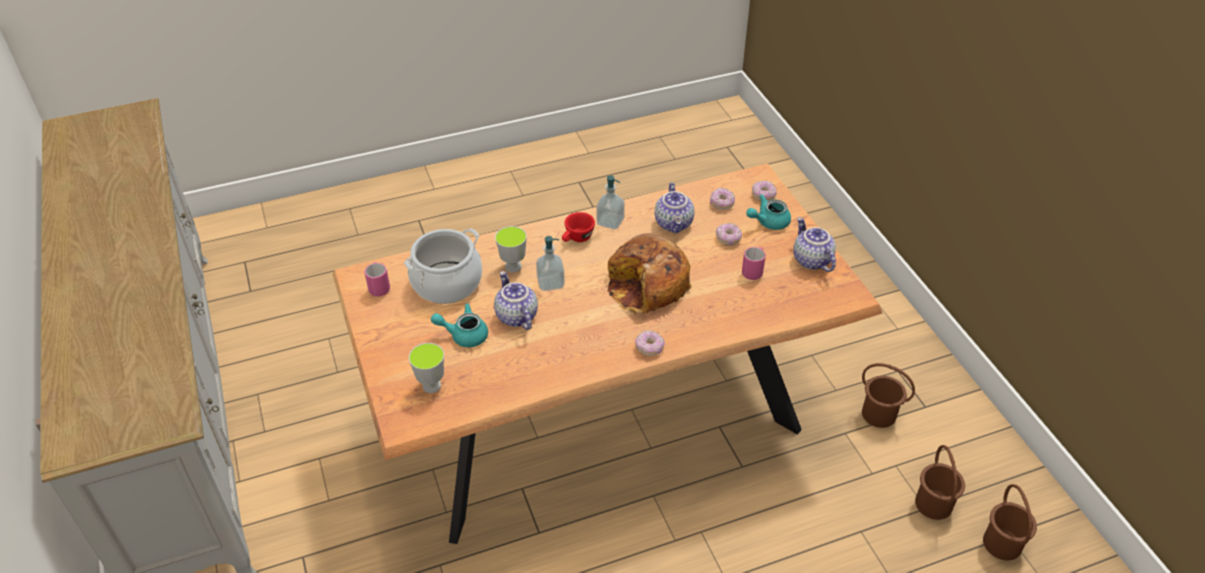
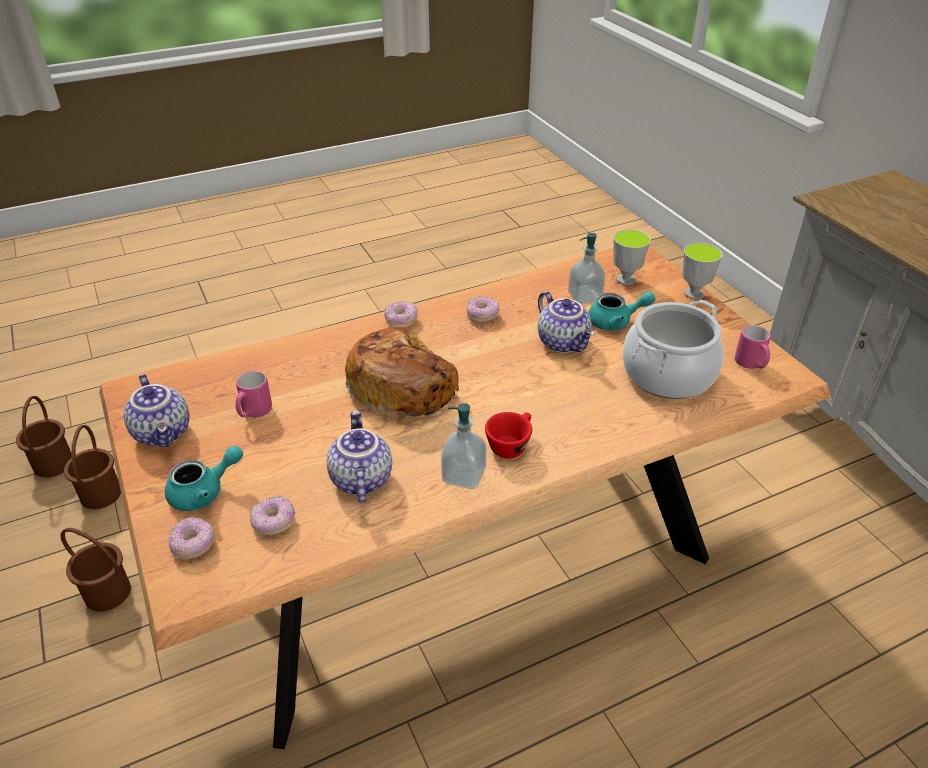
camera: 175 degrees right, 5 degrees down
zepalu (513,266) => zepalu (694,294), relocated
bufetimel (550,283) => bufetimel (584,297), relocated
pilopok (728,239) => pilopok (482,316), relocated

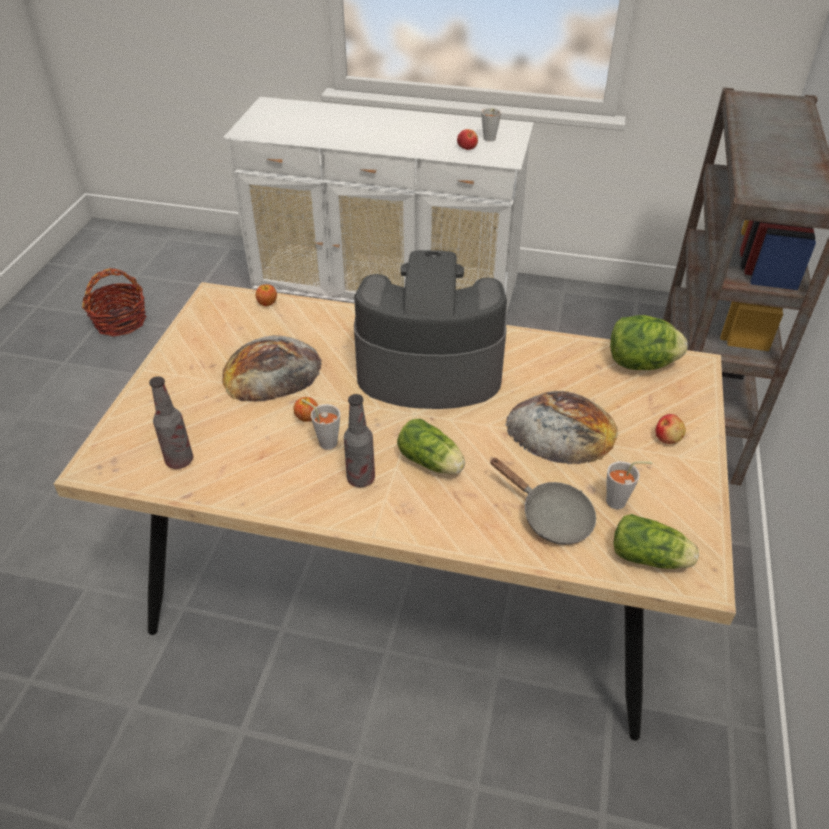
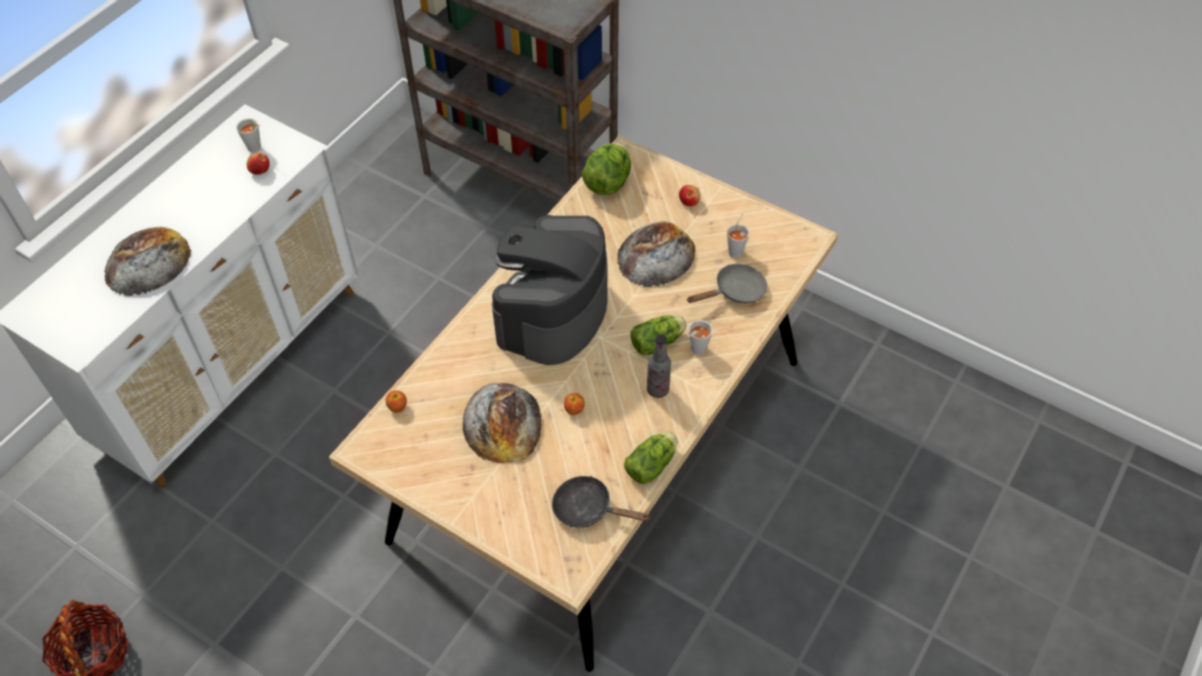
camera: 70 degrees left, 10 degrees up
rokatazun (179,460) => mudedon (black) (588,509)
zepalu (grey) (324,441) => zepalu (grey) (695,351), relocated
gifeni (651,558) => gifeni (653,463), relocated
nothing => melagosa (147,262)

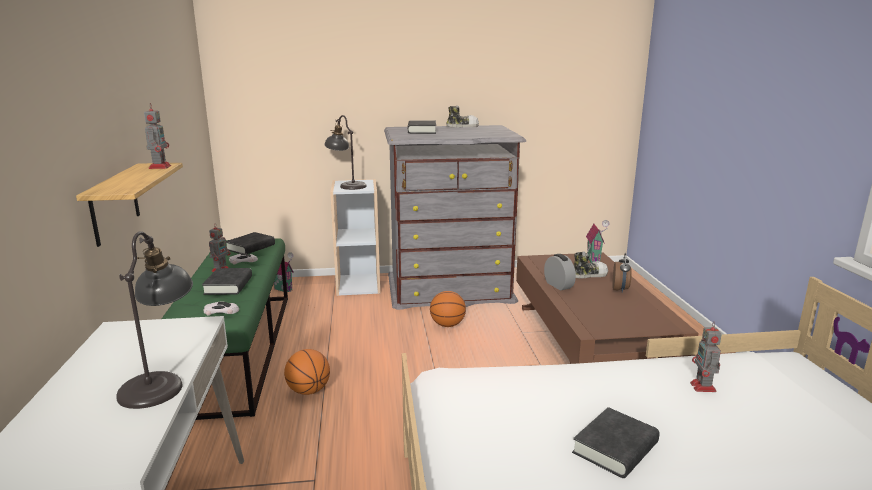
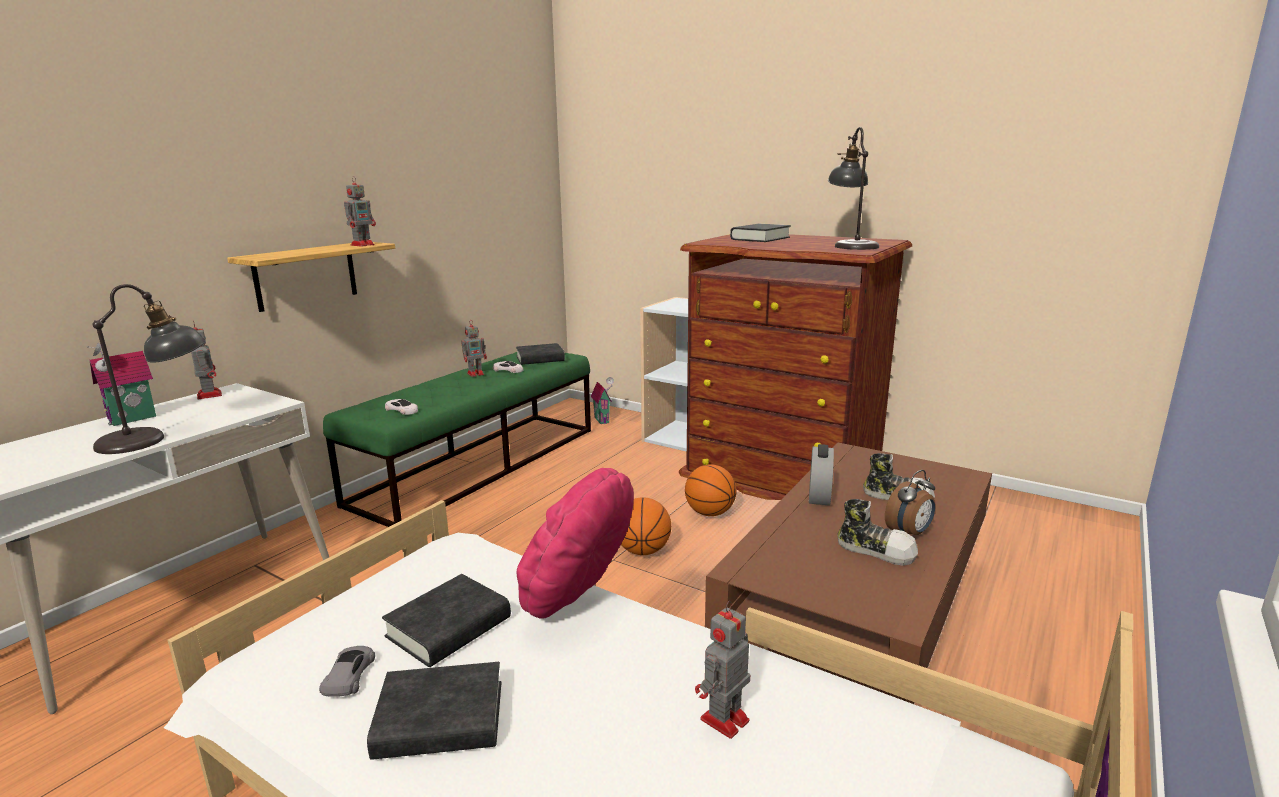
camera: 40 degrees right, 0 degrees up
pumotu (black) (228,285) => pumotu (black) (449,627), relocated
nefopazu (308,391) => nefopazu (643,551), relocated
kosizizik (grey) (346,184) => kosizizik (grey) (849,244), relocated
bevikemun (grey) (450,287) => bevikemun (brown) (784,470)
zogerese (462,126) => zogerese (876,550), relocated
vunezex (594,260) => vunezex (133,420), relocated
nothing => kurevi (209,395)
nothing => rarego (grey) (349,675)
nothing => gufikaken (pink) (582,602)

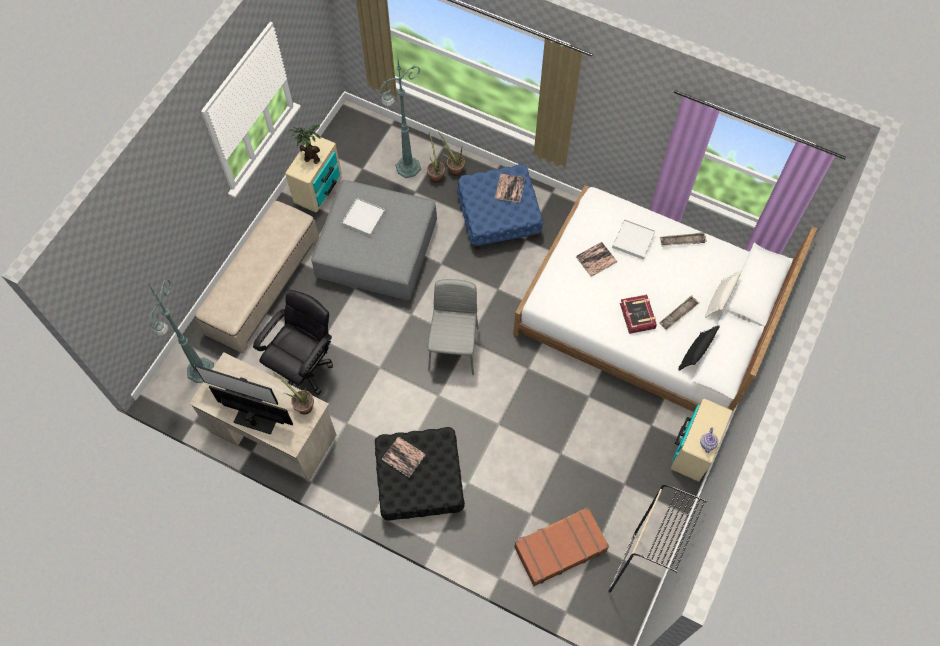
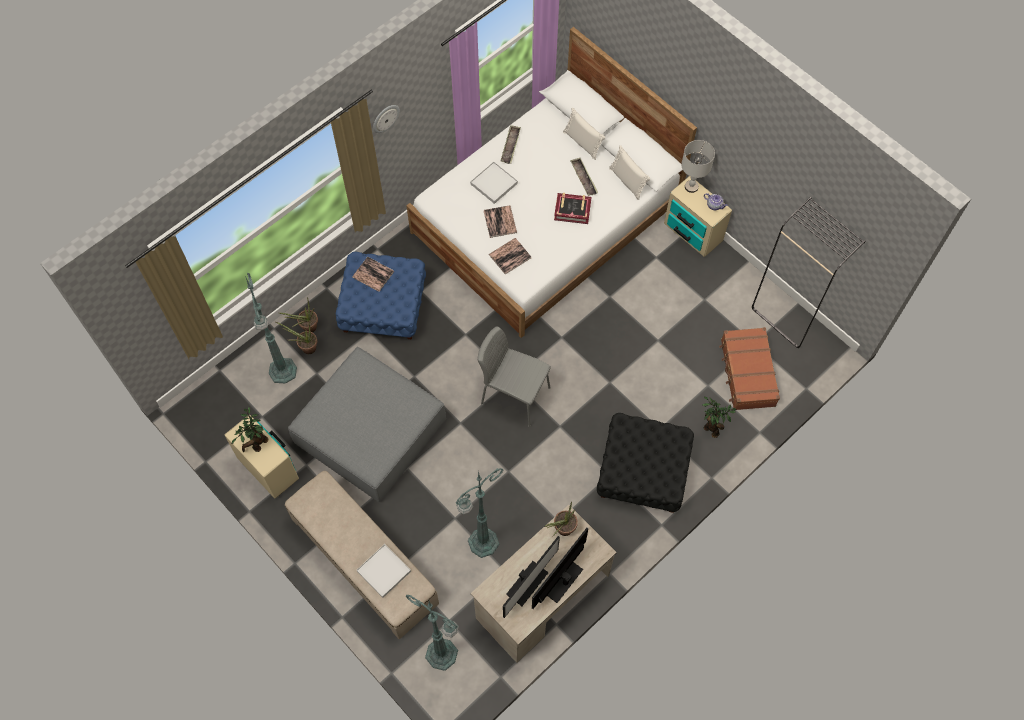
camera: 70 degrees left, 0 degrees up
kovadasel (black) (306,368) => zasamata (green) (481,543)
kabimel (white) (364,218) => kabimel (white) (384,571), relocated
pumotu (403,457) => pumotu (510,256), relocated
gufikaken (black) (695,354) => gufikaken (white) (627,181)
nothing => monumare (385,118)
nothing => kosizizik (grey) (691,187)
nothing => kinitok (710,428)

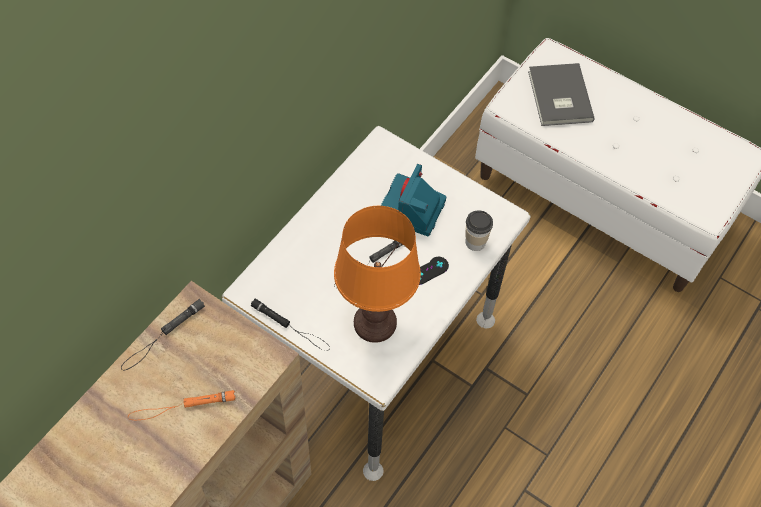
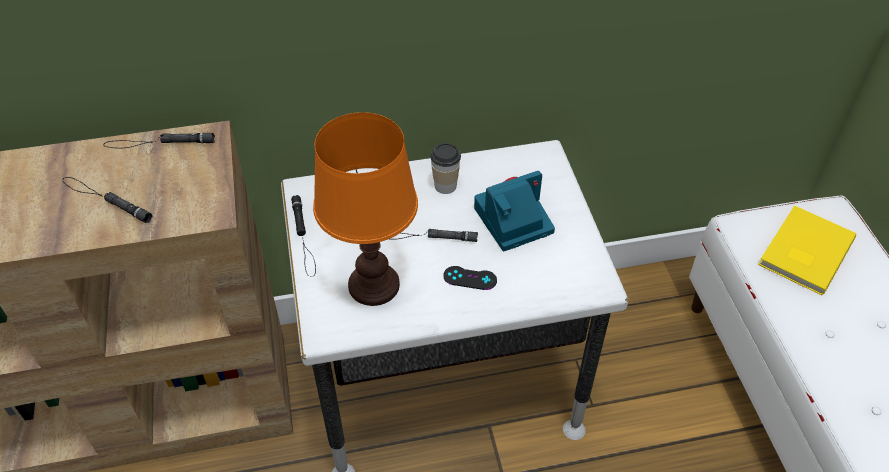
camera: 45 degrees right, 10 degrees down
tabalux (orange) (182,407) => tabalux (black) (106,200)
zepalu (475,242) => zepalu (445,185), relocated
pumotu (grey) (558,97) => pumotu (yellow) (803,251)

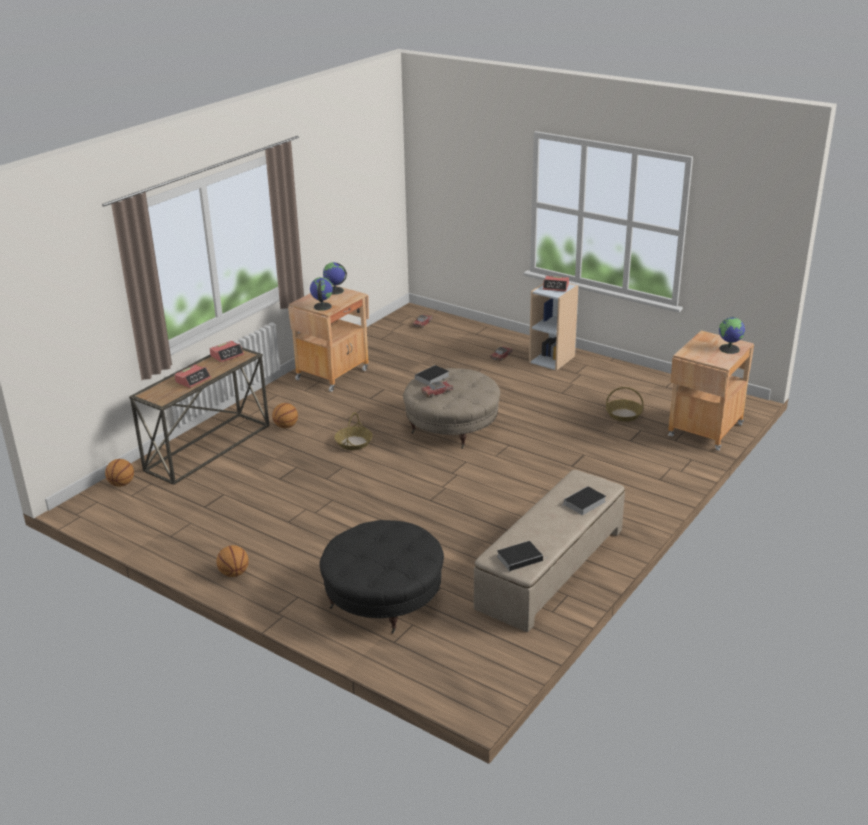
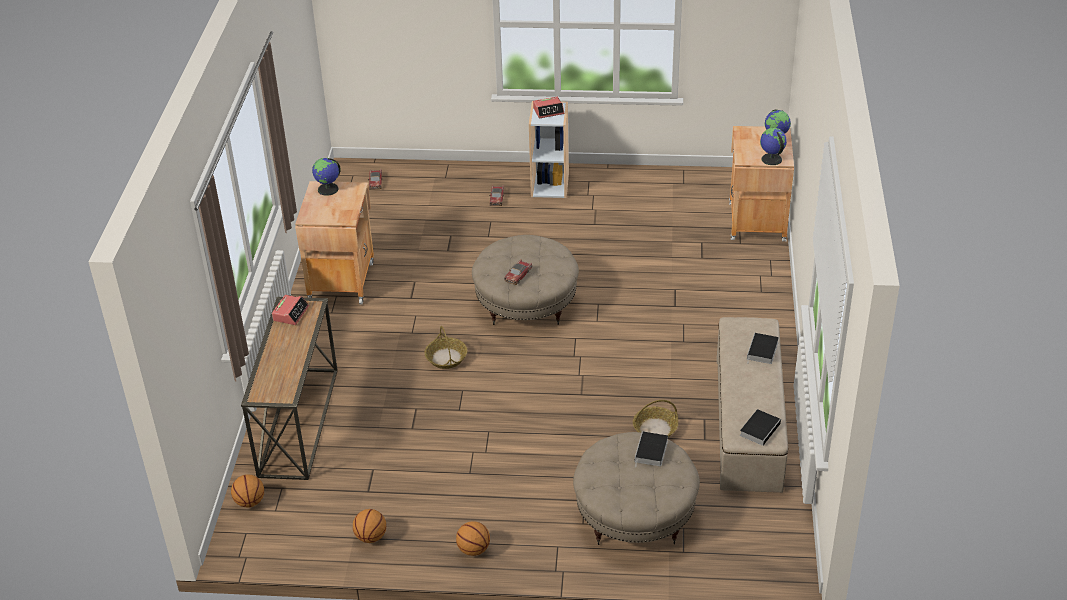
camera: 30 degrees left, 10 degrees up
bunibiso (193,380) => nothing
nefopazu (286,426) => nefopazu (371,537), relocated
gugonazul (322,306) => gugonazul (771,159), relocated
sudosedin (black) (383,598) => sudosedin (beige) (635,514)
pumotu (431,378) => pumotu (651,452), relocated
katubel (624,414) => katubel (655,428), relocated

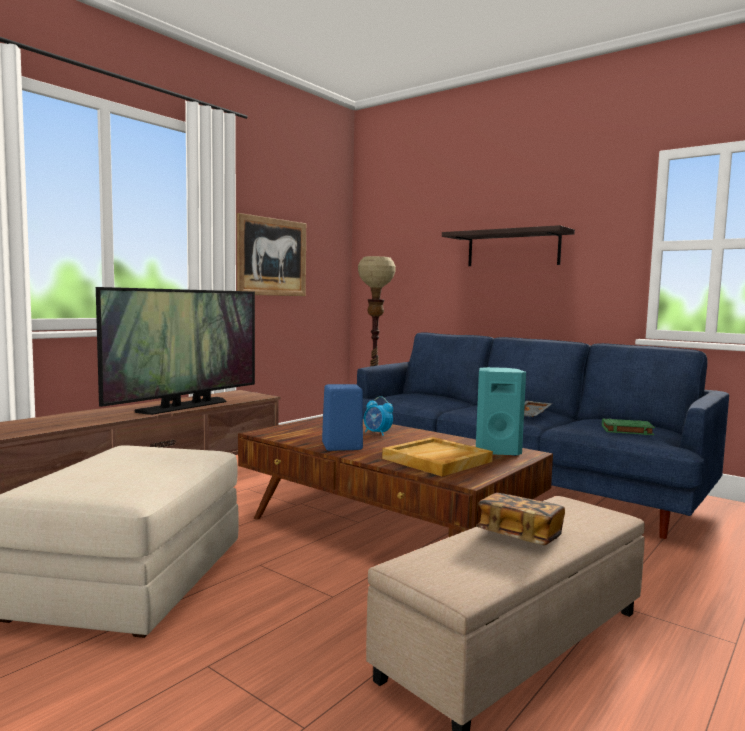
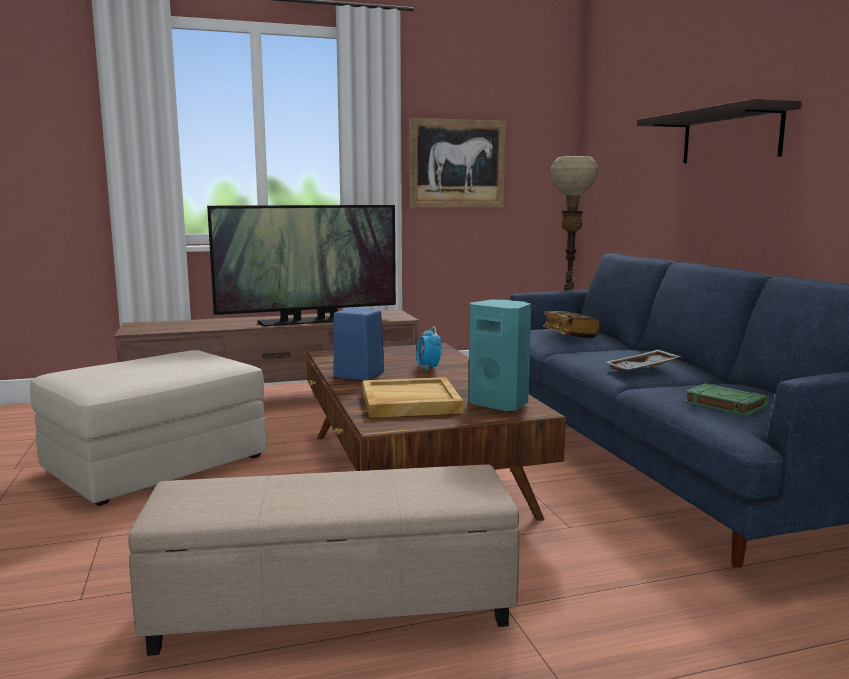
camera: 35 degrees right, 5 degrees up
pumotu (519,536) => pumotu (569,335), relocated

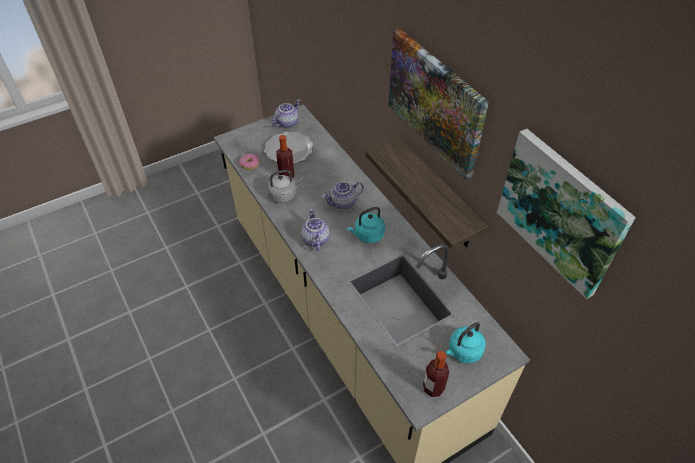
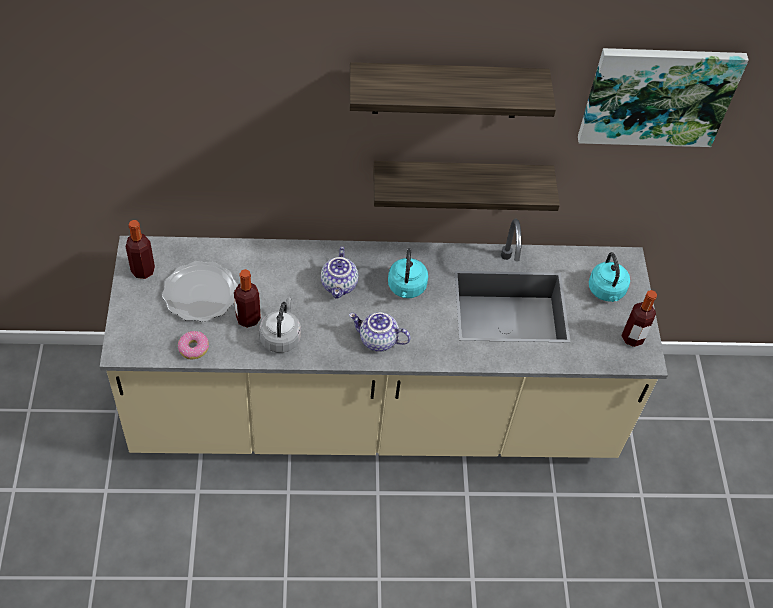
camera: 65 degrees left, 5 degrees up
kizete (287,122) => rokatazun (143,270)
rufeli (436,102) => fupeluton (446,90)

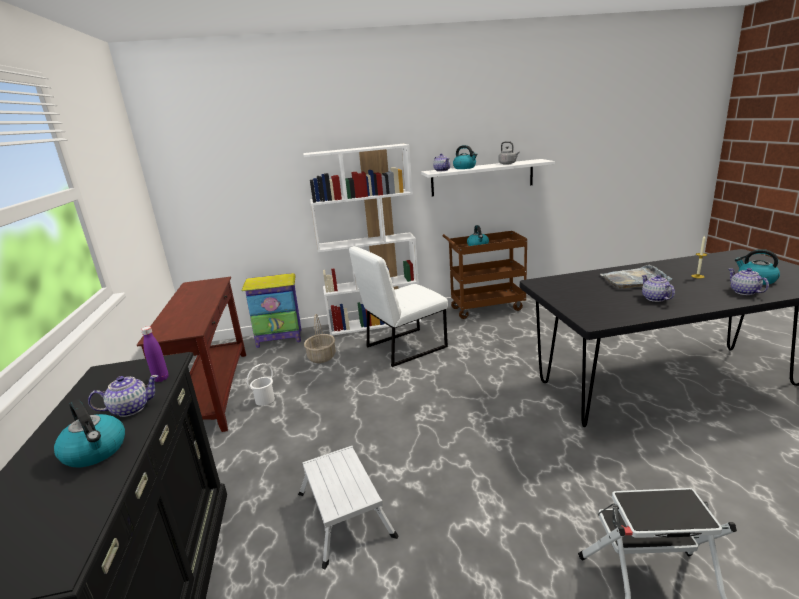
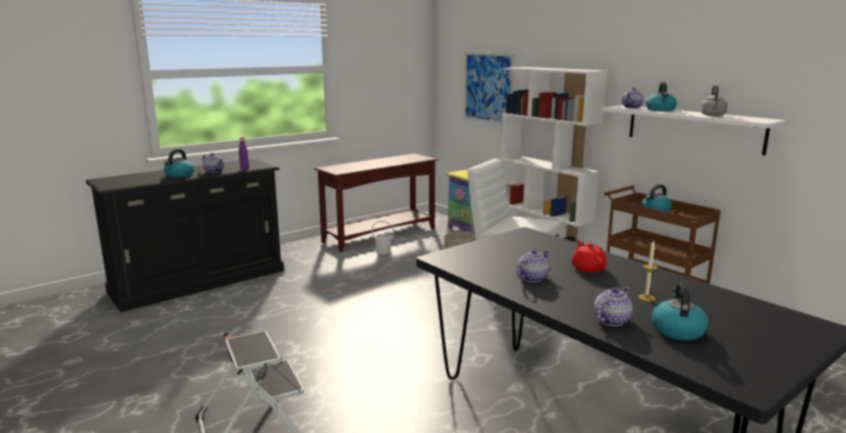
camera: 60 degrees right, 5 degrees down
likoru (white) (345,514) => nothing
kabimel (grey) (634,280) => kizete (red) (588,268)
nothing => rufeli (488,87)

